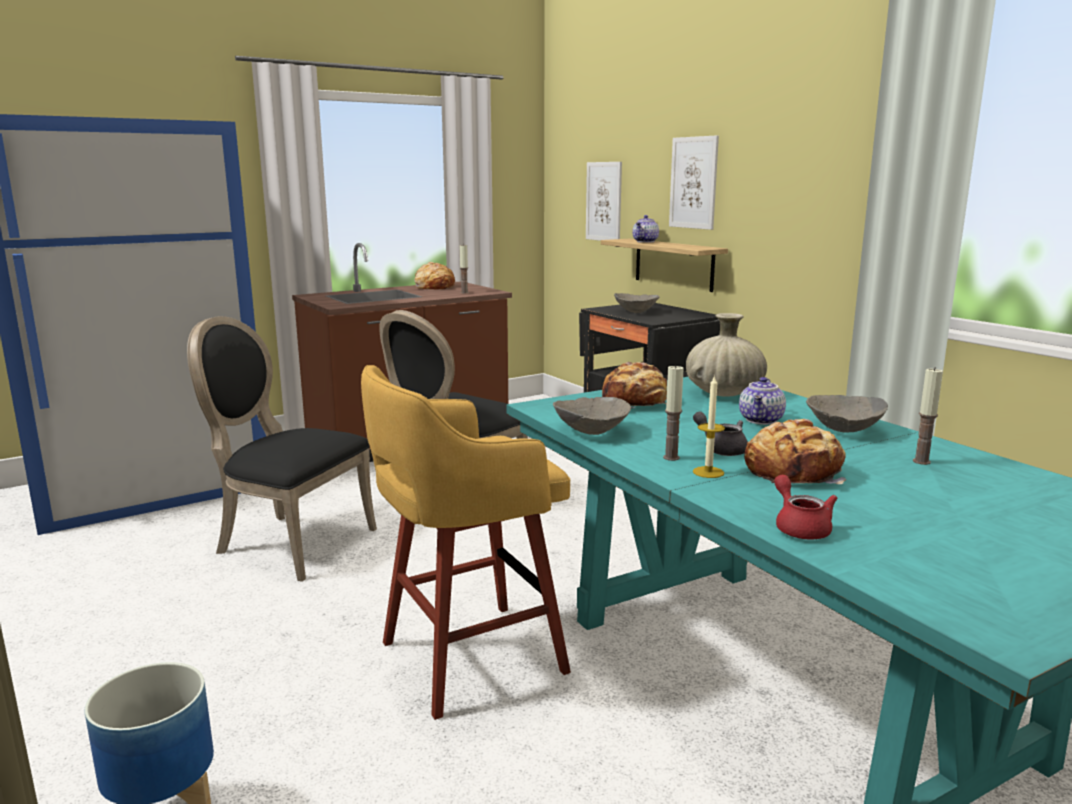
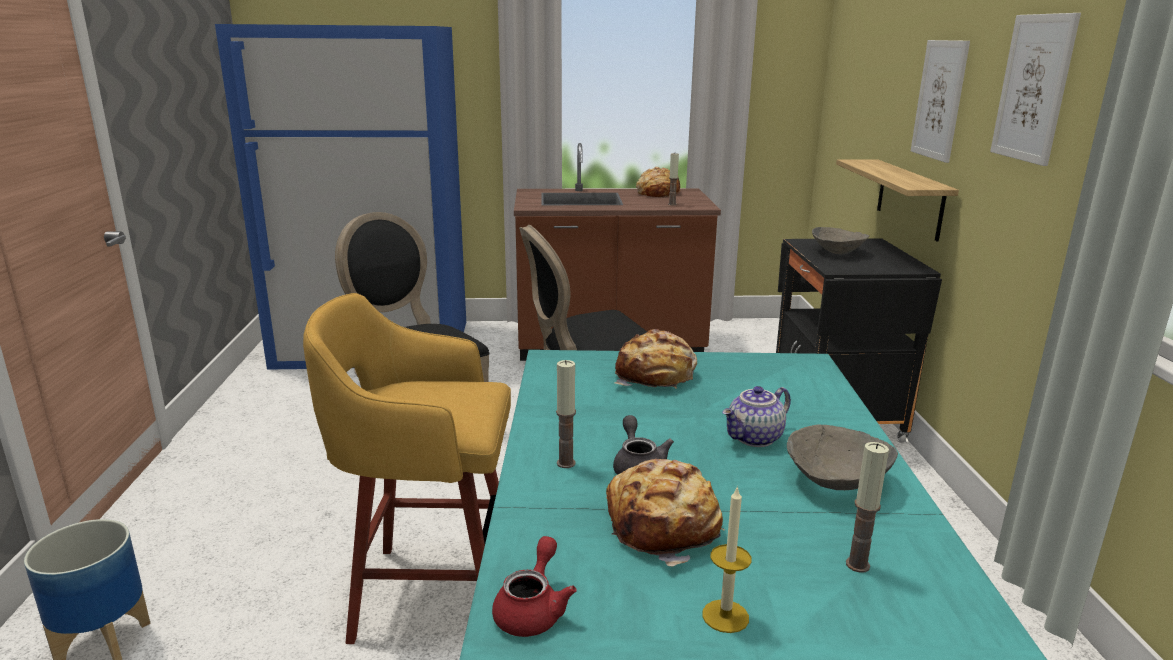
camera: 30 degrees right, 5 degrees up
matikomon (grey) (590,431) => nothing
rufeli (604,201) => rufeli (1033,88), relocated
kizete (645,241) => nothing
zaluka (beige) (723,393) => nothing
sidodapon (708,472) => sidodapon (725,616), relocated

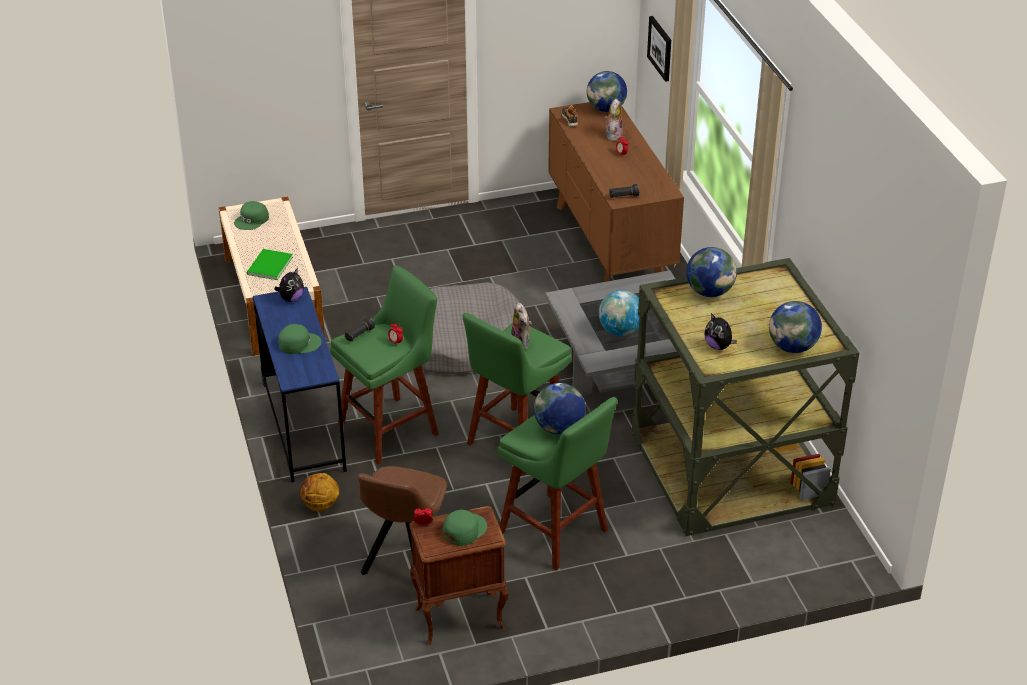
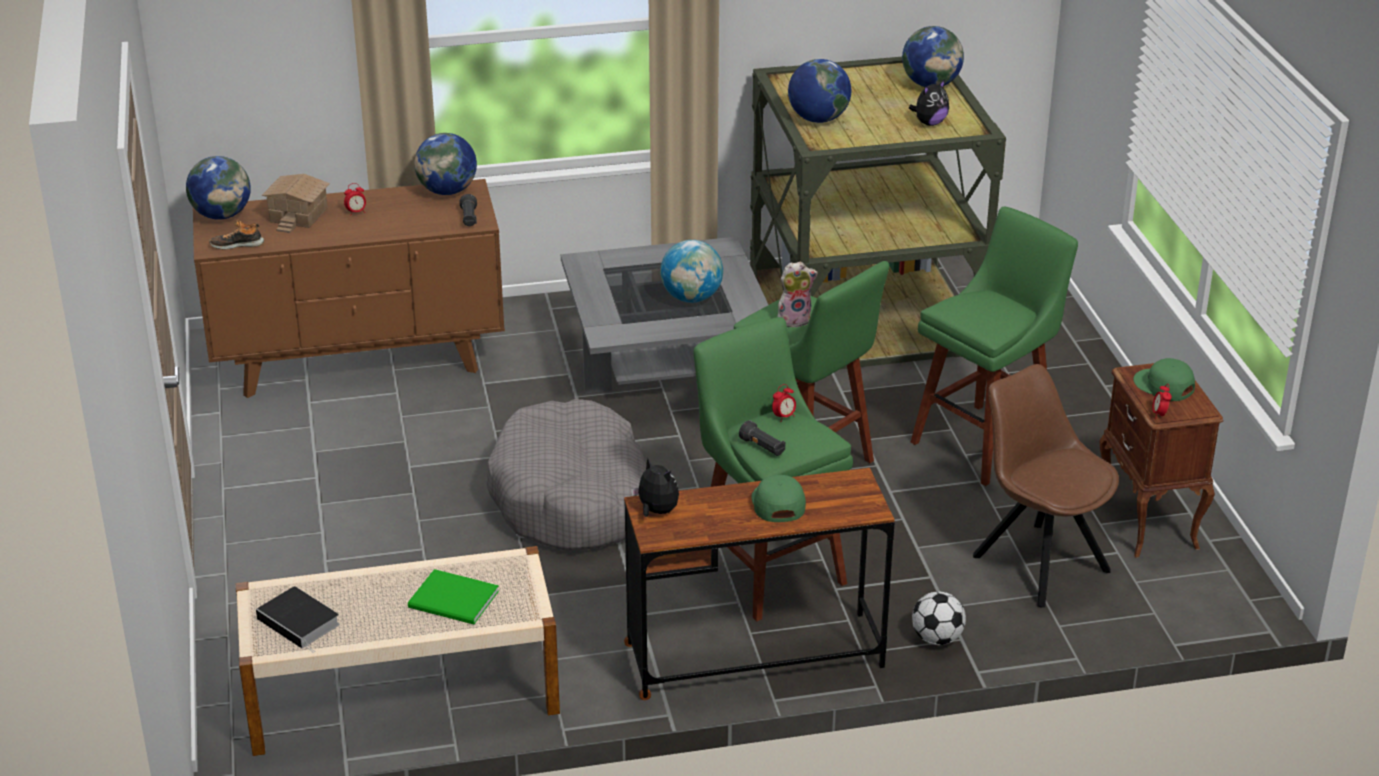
camera: 85 degrees left, 5 degrees down
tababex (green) (252,220) => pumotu (300,622)
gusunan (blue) (303,427) => gusunan (brown) (754,656)
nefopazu (320,506) => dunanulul (937,639)
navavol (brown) (405,557) => navavol (brown) (1039,563), 150 degrees counterclockwise
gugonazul (559,428) => gugonazul (447,191), relocated
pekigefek (613,135) => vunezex (300,215)
rufeli (660,48) => nothing

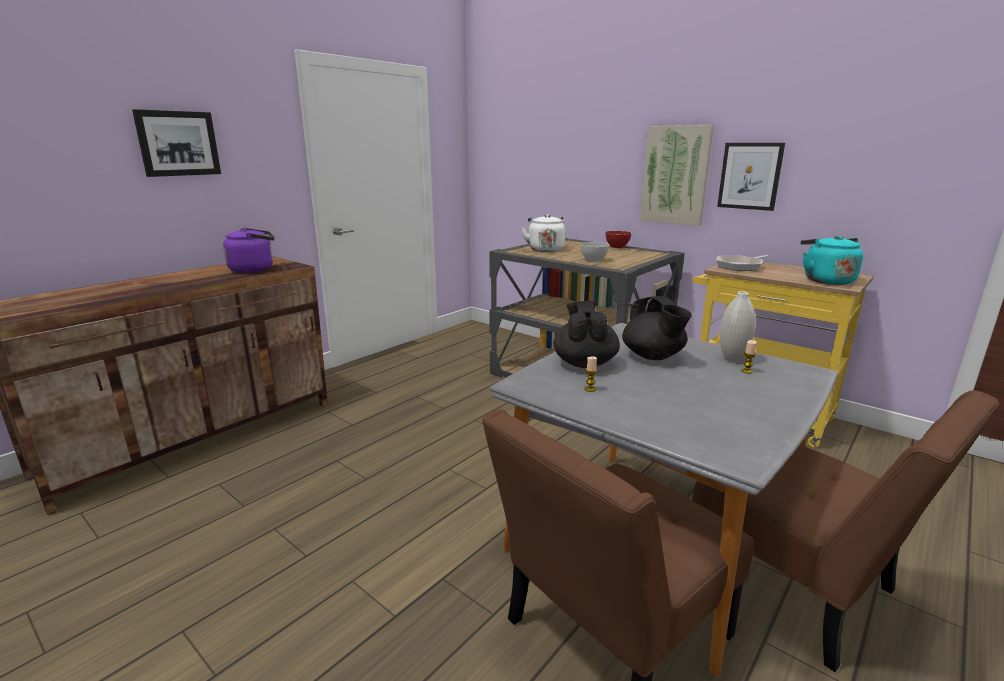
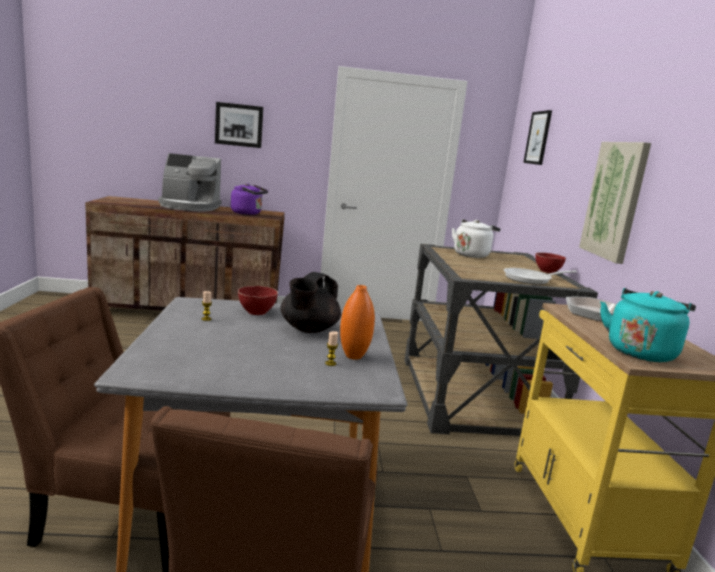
camera: 45 degrees right, 5 degrees down
kizete (black) (584,363) => matikomon (red) (257,312)
matikomon (grey) (593,260) => nothing
rufeli (750,176) => rufeli (538,138), relocated
zaluka (white) (732,359) => zaluka (orange) (354,356)
nothing => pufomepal (189,207)
nothing => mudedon (531,279)

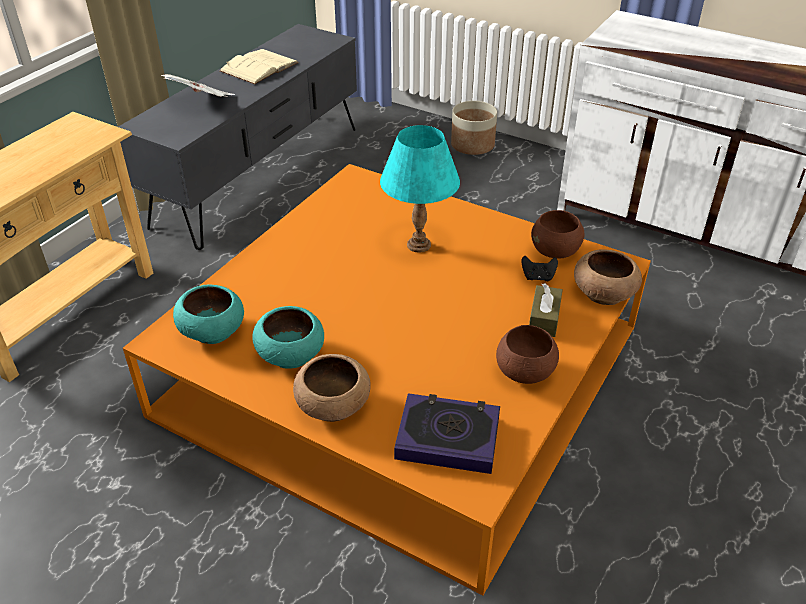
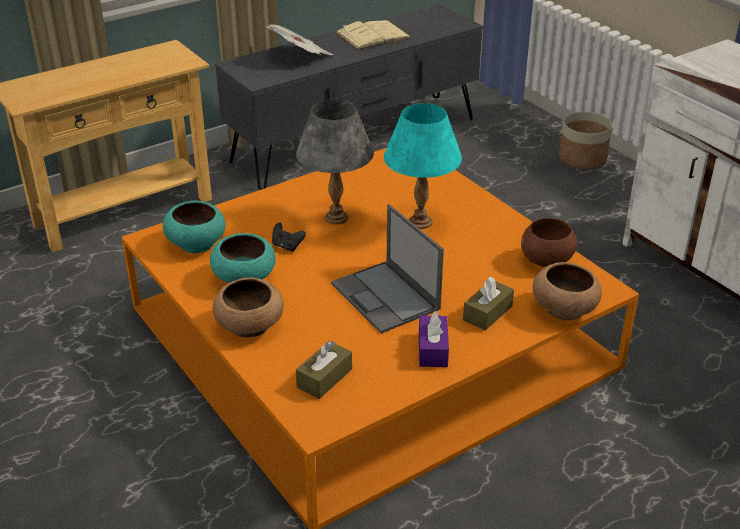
camera: 25 degrees right, 5 degrees down
pumotu (447,438) => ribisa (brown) (324,378)
matikomon (brown) (524,372) => ribisa (purple) (432,349)
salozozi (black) (538,277) => salozozi (black) (287,246), relocated
nothing => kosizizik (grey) (337,218)
nothing => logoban (386,297)

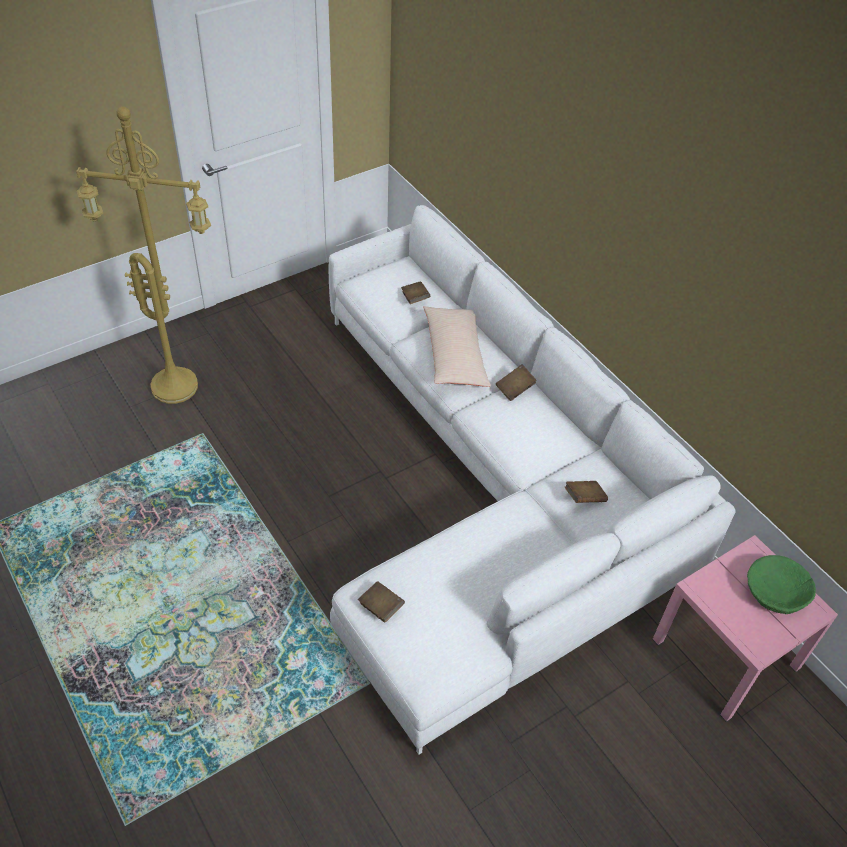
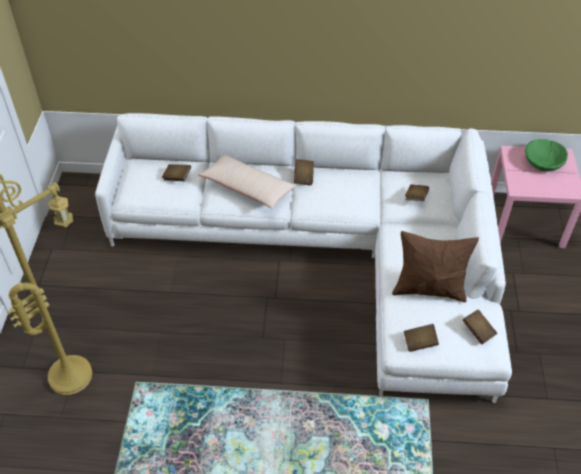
camera: 50 degrees left, 0 degrees up
nothing => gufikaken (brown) (429,289)
nothing => pumotu (brown) (478,331)

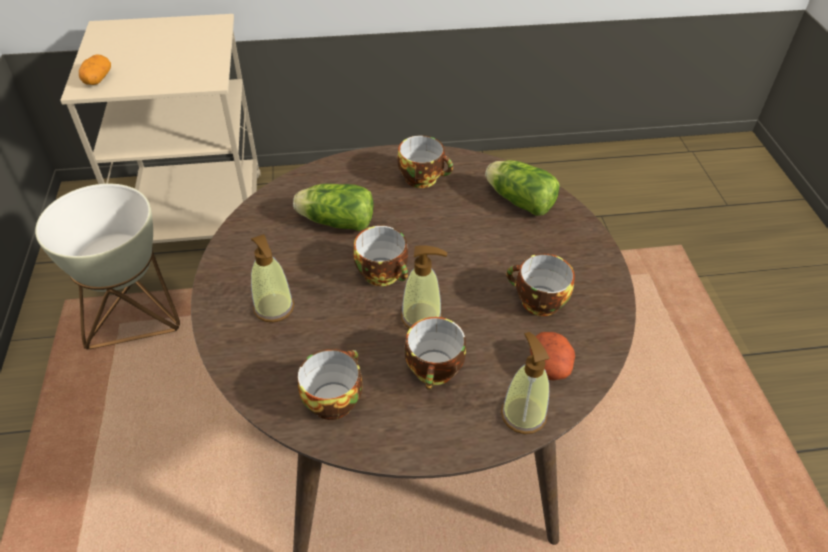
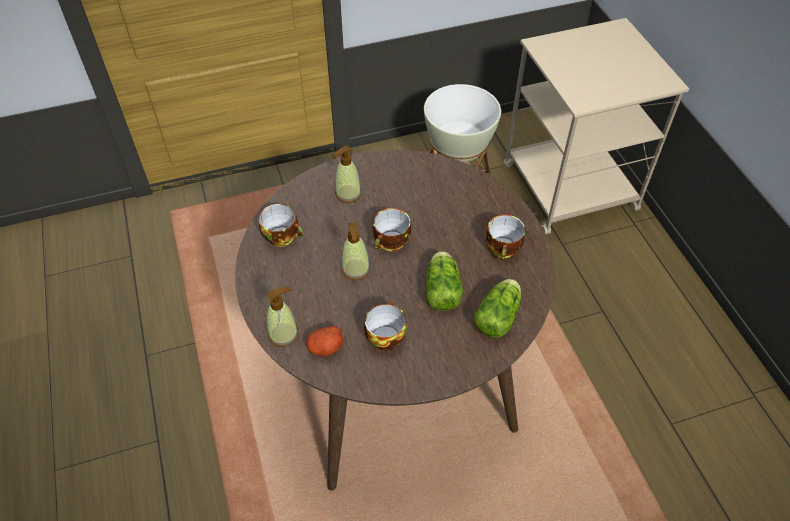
camera: 80 degrees right, 5 degrees up
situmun (97,79) => nothing
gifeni (334,221) => gifeni (442,289), relocated
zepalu (435,371) => nothing

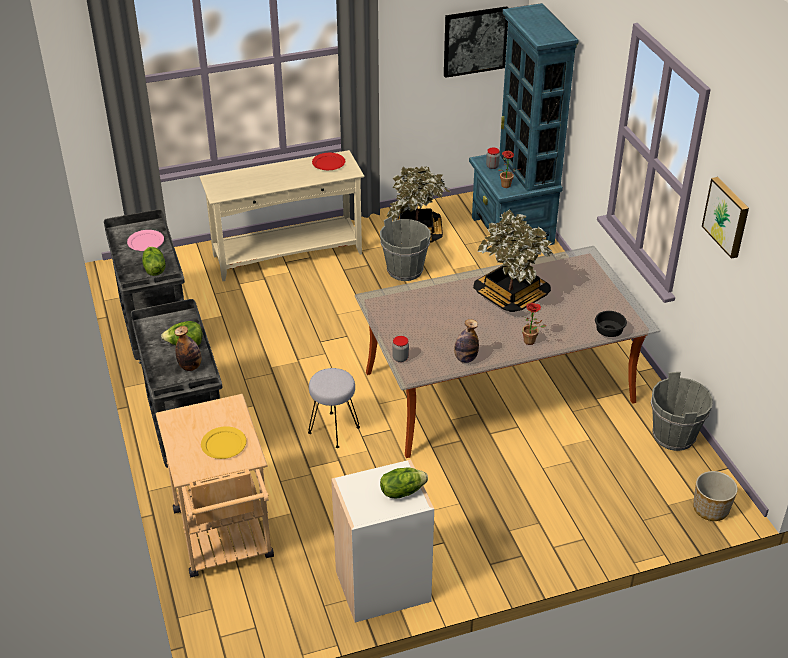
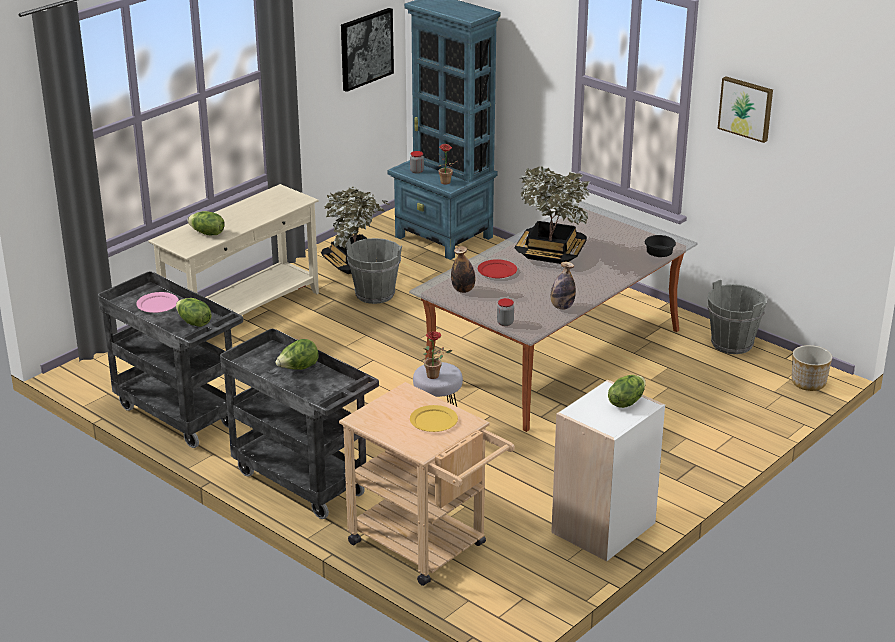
camera: 30 degrees left, 10 degrees down
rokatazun (190,366) => rokatazun (463,290), relocated
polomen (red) (328,163) => polomen (red) (497,271), relocated
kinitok (531,342) => kinitok (435,375), relocated
nothing => gifeni (207,233)

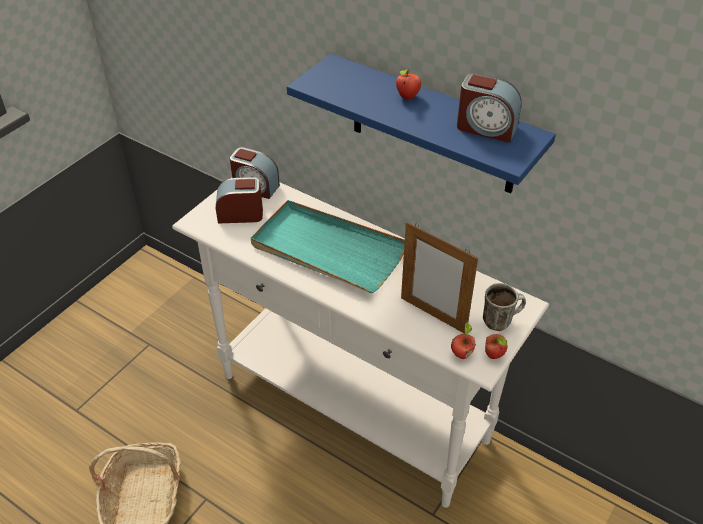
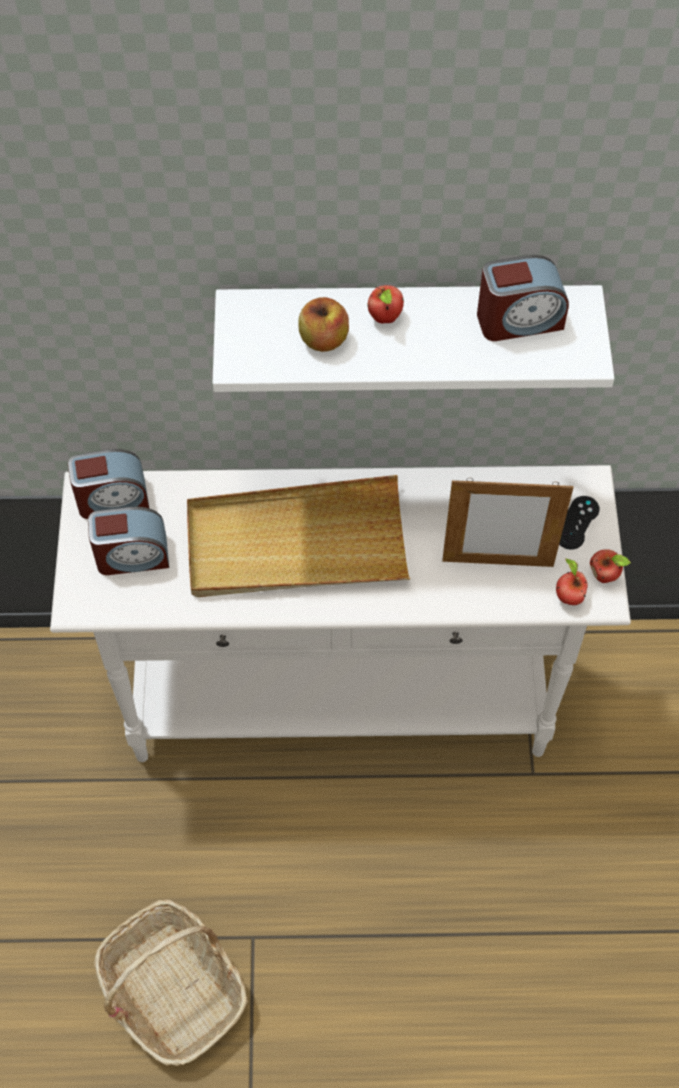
camera: 35 degrees left, 15 degrees up
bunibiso (240,214) => bunibiso (132,556), 150 degrees counterclockwise
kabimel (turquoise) (327,250) => kabimel (beige) (296,544)
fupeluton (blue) (433,126) => fupeluton (white) (406,327)
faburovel (500,320) => salozozi (black) (577,523)
nothing => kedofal (323,339)

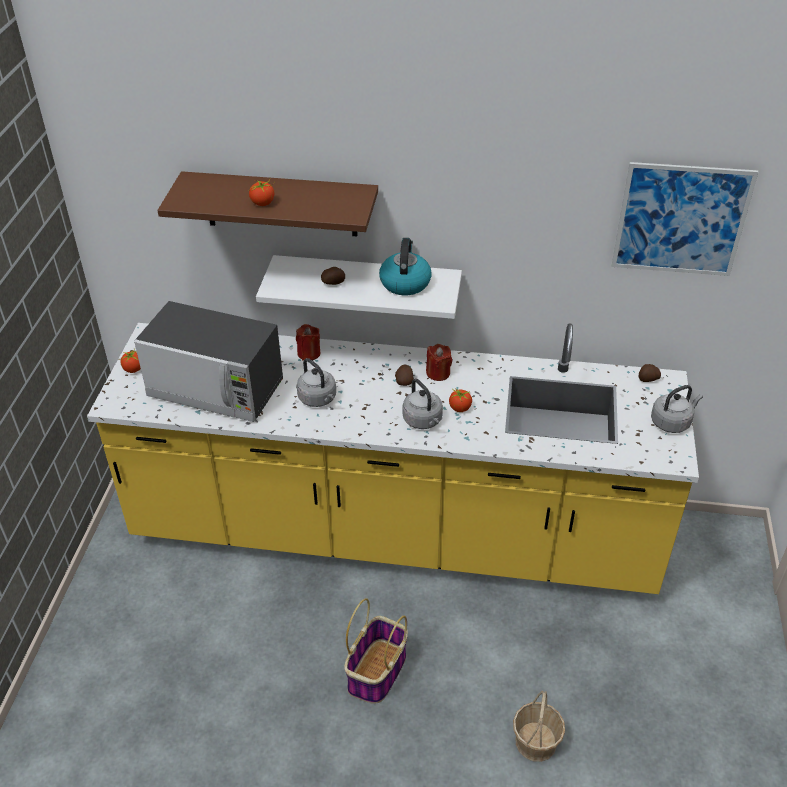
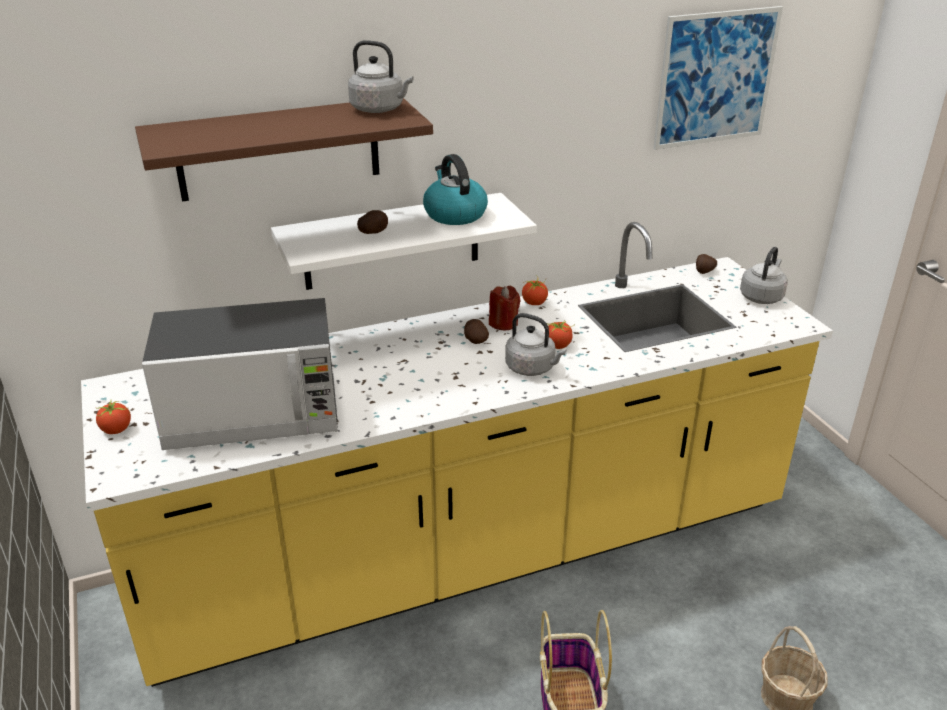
camera: 30 degrees left, 10 degrees down
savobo (263,203) => savobo (534,302), relocated
sidodapon (red) (309,353) => nothing
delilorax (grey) (318,399) => delilorax (grey) (380,109), relocated

